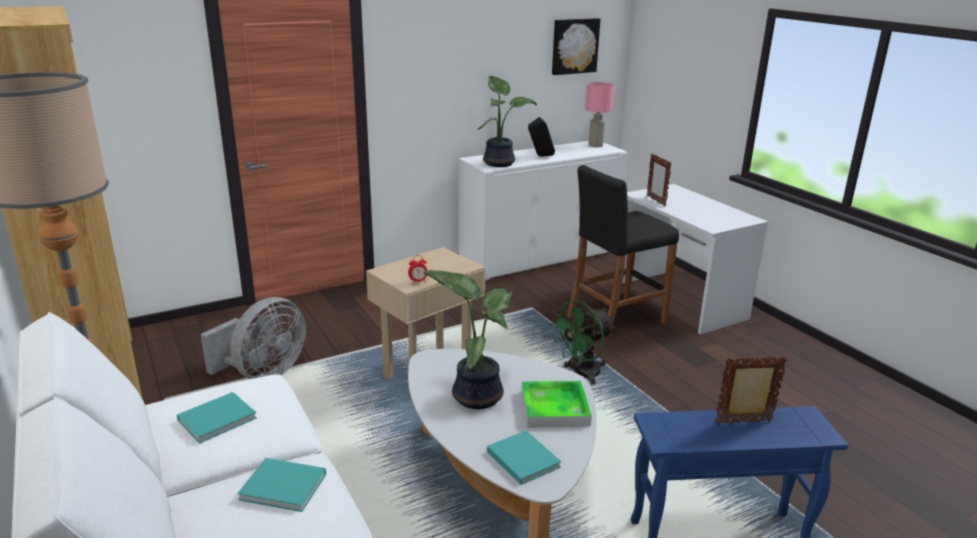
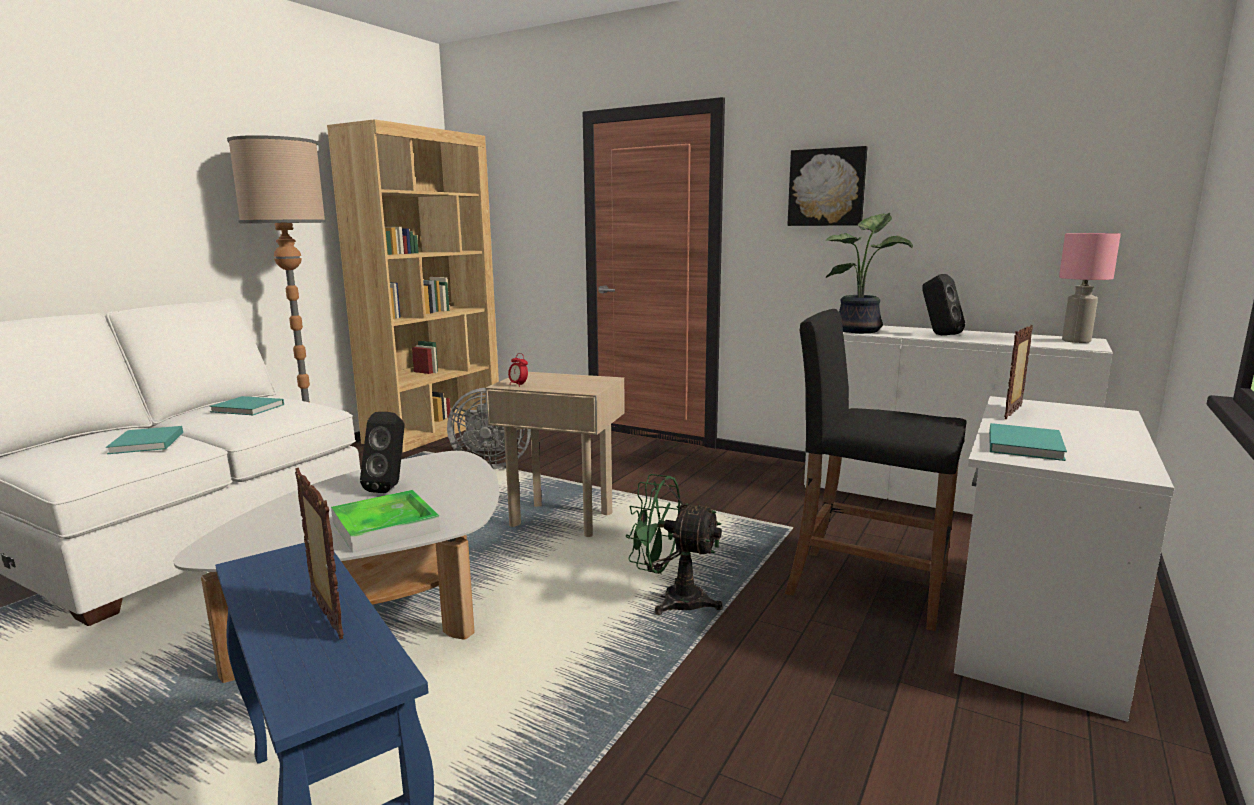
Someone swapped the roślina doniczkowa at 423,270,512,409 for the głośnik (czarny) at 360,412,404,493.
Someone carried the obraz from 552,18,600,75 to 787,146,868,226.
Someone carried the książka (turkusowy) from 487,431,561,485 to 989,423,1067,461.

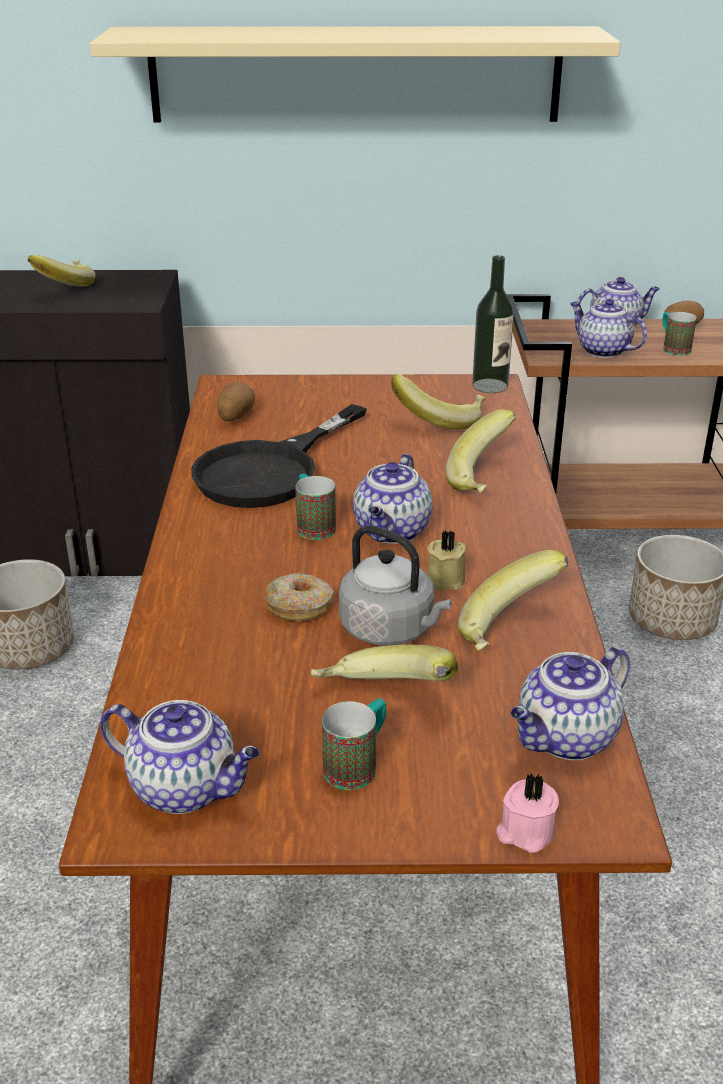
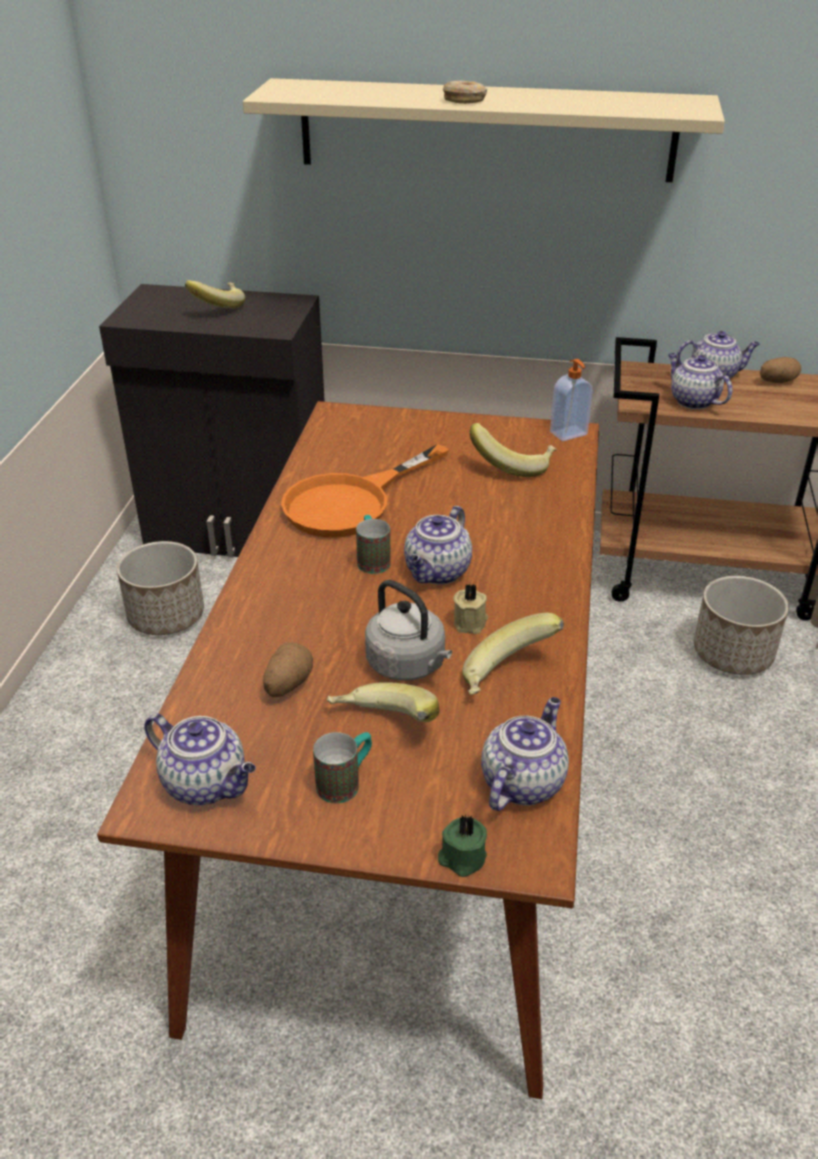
Someone carried the ziemniak from 217,382,255,422 to 263,642,313,697.
Someone repainted the patelnia (czarny) at 191,404,367,508, which became the patelnia (pomarańczowy) at 281,444,449,537.
Someone repainted the świeca (różowy) at 496,773,559,853, which became the świeca (zielony) at 438,814,487,877.
Someone carried the donut from 265,573,334,621 to 443,80,487,104.
Someone rotated the imbryk at 511,646,630,760 by 150 degrees clockwise.
Someone swapped the butelka at 472,255,514,393 for the dozownik mydła at 550,359,593,441.
Someone took away the banan at 445,409,516,493.
Someone took away the kubek at 662,312,697,355.

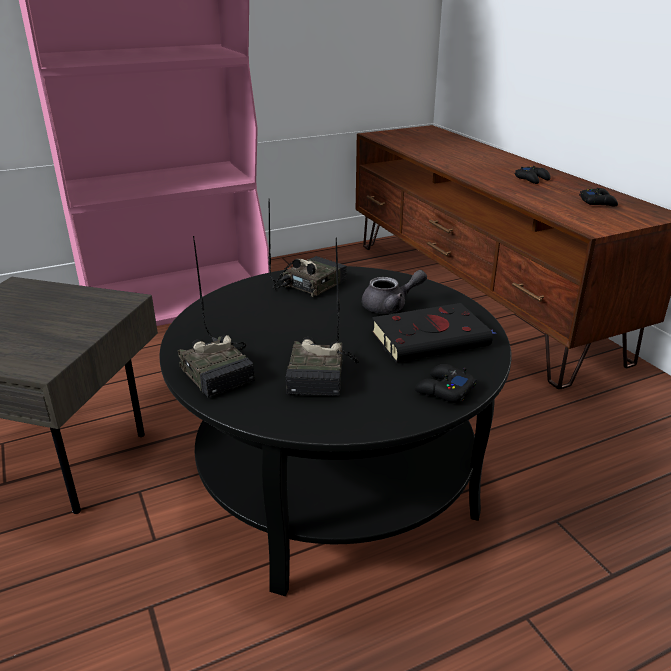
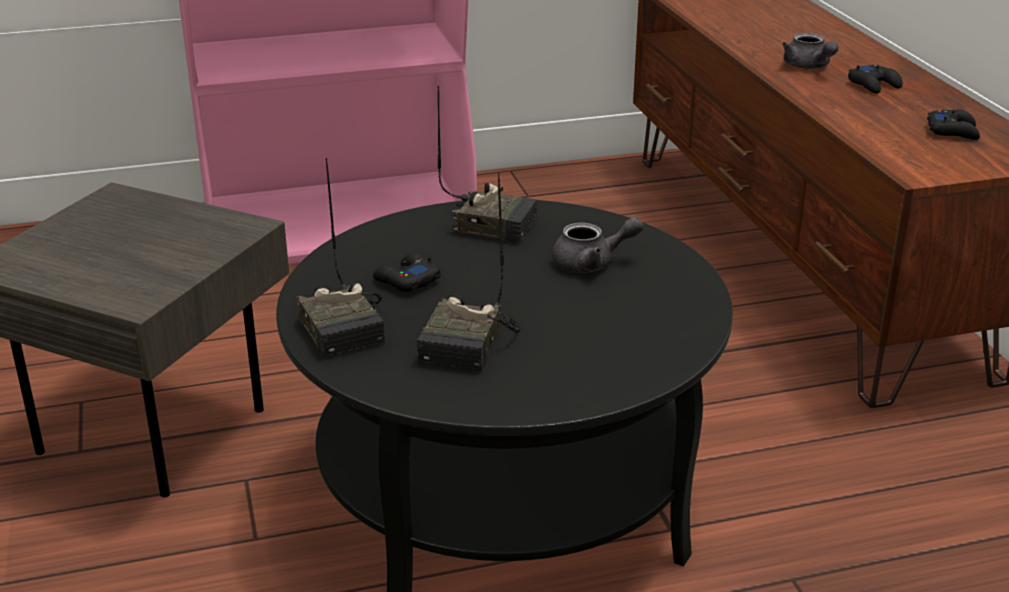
Someone carried the pad do gier (czarny) from 415,364,476,402 to 373,253,441,292.
Someone rotated the radio at 268,201,347,297 by 60 degrees clockwise.
Someone put down the imbryk (szary) at 782,33,838,69.
Someone took away the książka (czarny) at 372,303,495,363.

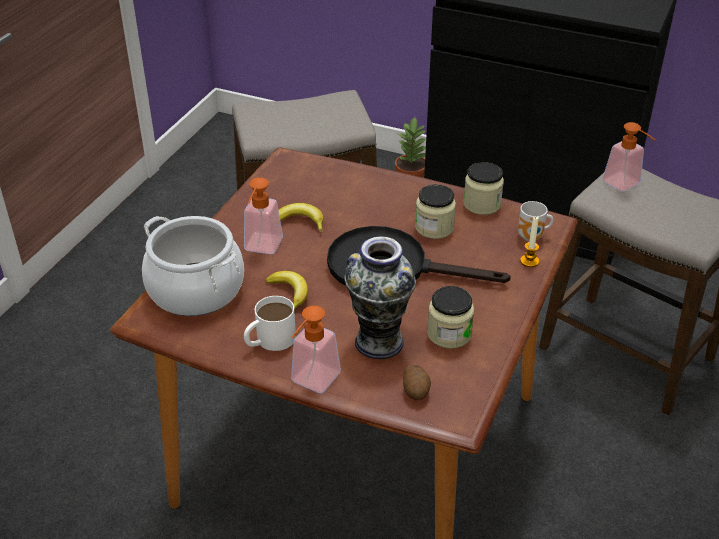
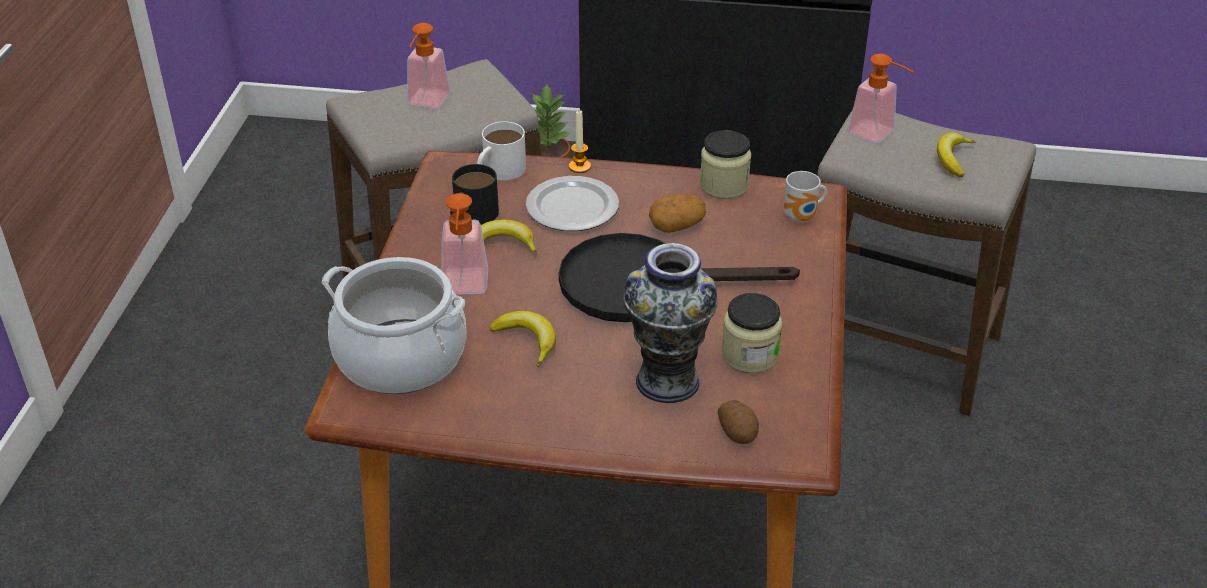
Someone carried the dozownik mydła from 291,306,341,393 to 407,23,450,108.
Someone put down the kubek (czarny) at 450,164,499,225.
Someone carried the kubek (biały) from 244,296,296,351 to 477,121,526,180.
Someone put down the talerz at 526,176,619,231.
Someone carried the świeca from 520,217,539,267 to 569,111,591,173.
Someone swapped the słoik at 415,184,456,239 for the ziemniak at 649,194,706,233.
Someone put down the banan at 937,132,976,177.

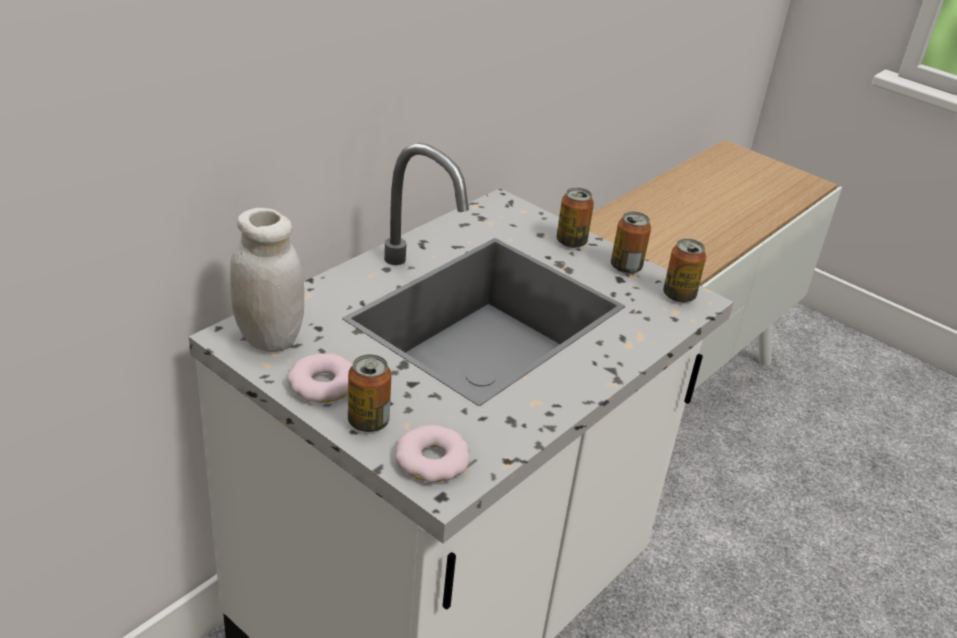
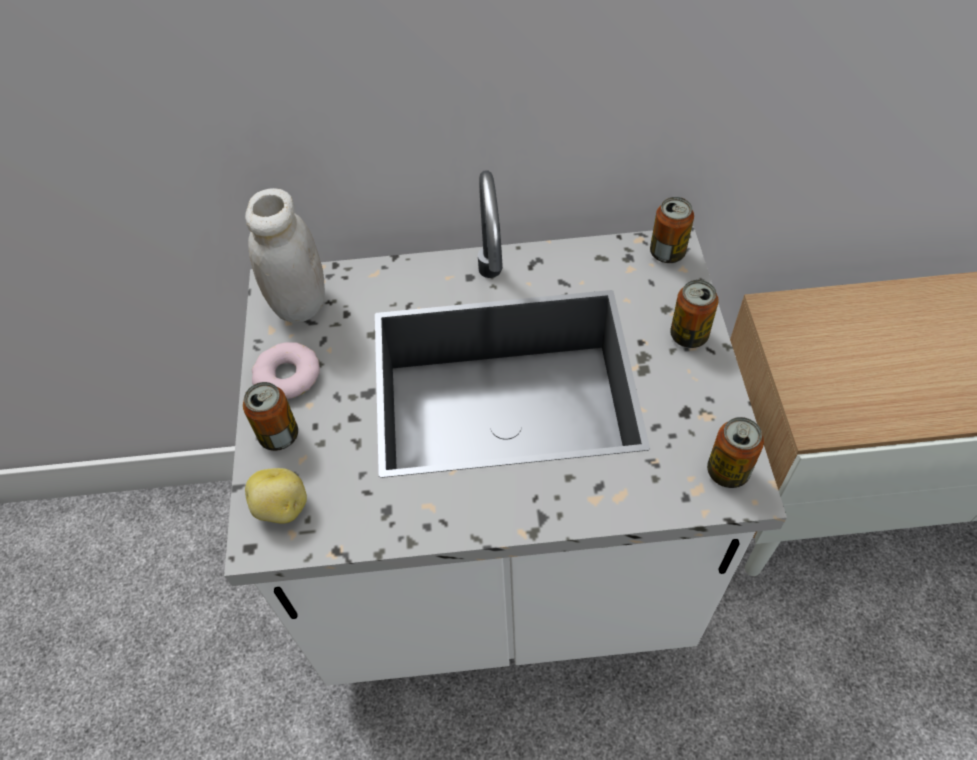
Someone swapped the donut at 395,425,470,482 for the ziemniak at 245,468,307,524.
Someone carried the puszka from 611,212,651,274 to 650,197,694,263.

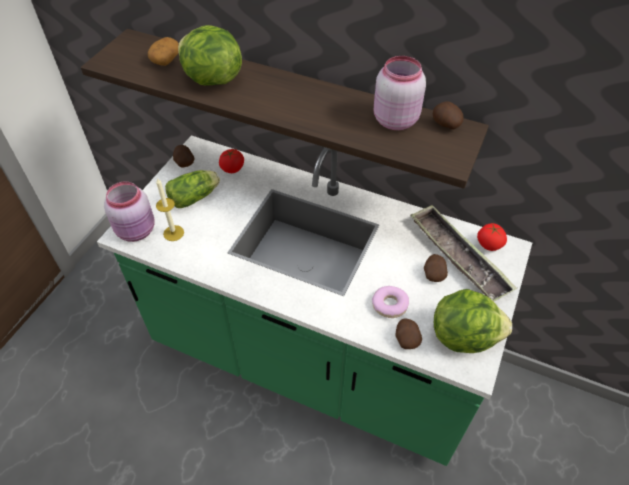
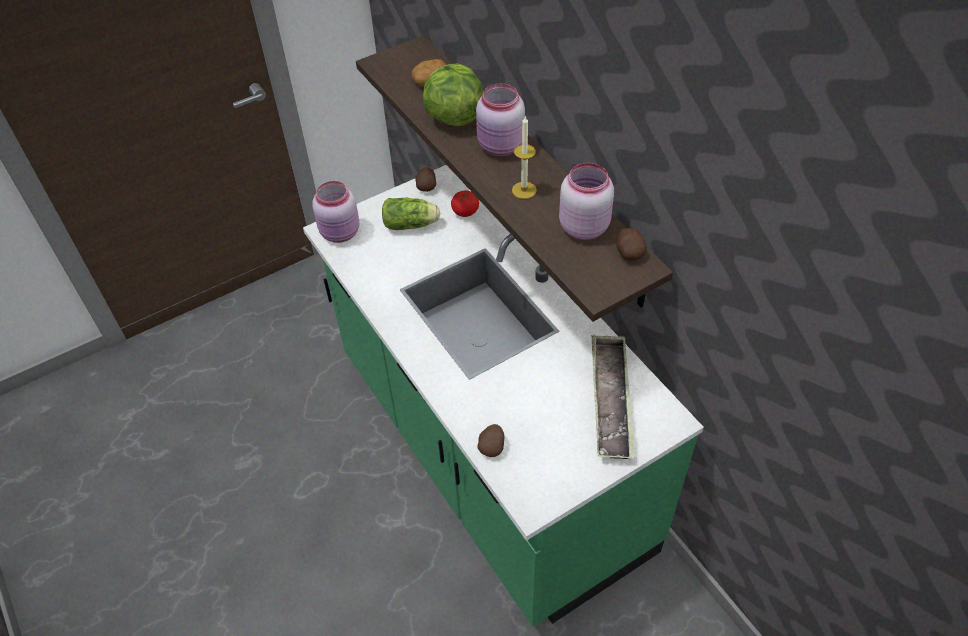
Someone put down the słoik (różowy) at 476,83,525,156.
Someone carried the świeca from 156,178,184,241 to 512,115,537,199.
Someone took away the donut at 372,286,409,318.
Someone took away the ziemniak at 424,254,448,282.
Someone took away the sałata at 434,289,512,353.
Someone took away the pomidor at 477,223,507,251.

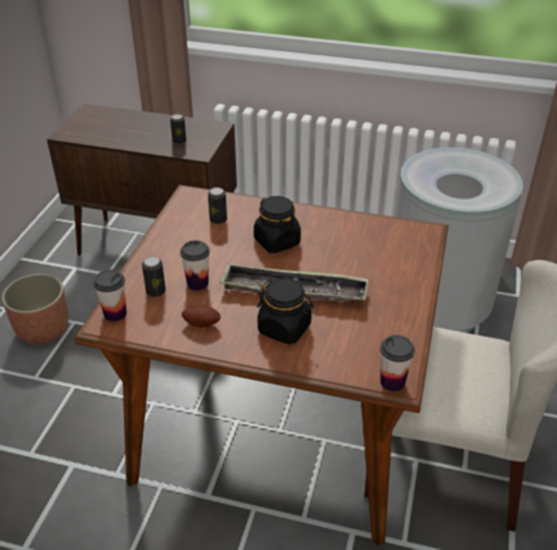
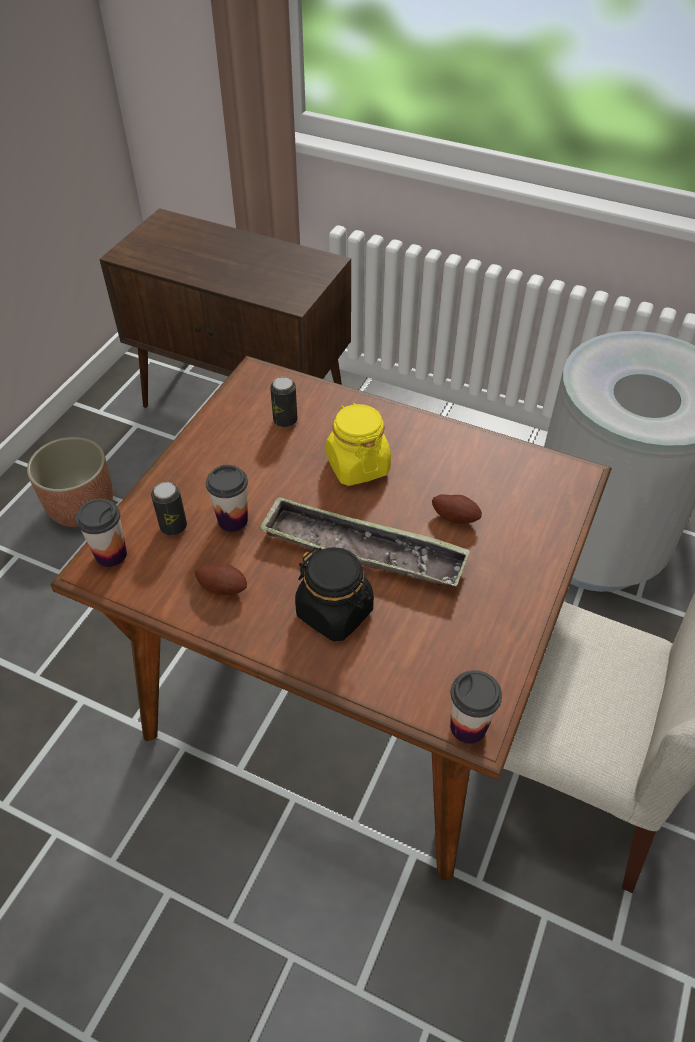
Someone repainted the słoik (czarny) at 254,196,301,253, which became the słoik (żółty) at 326,403,391,486.
Someone put down the ziemniak at 432,494,482,524.
Someone took away the puszka at 170,114,186,144.

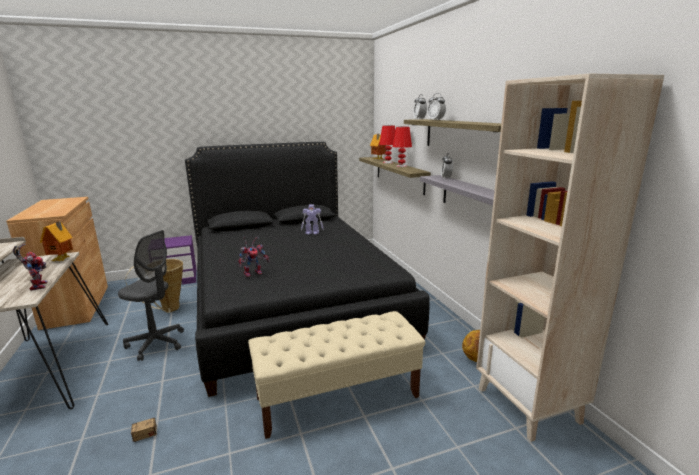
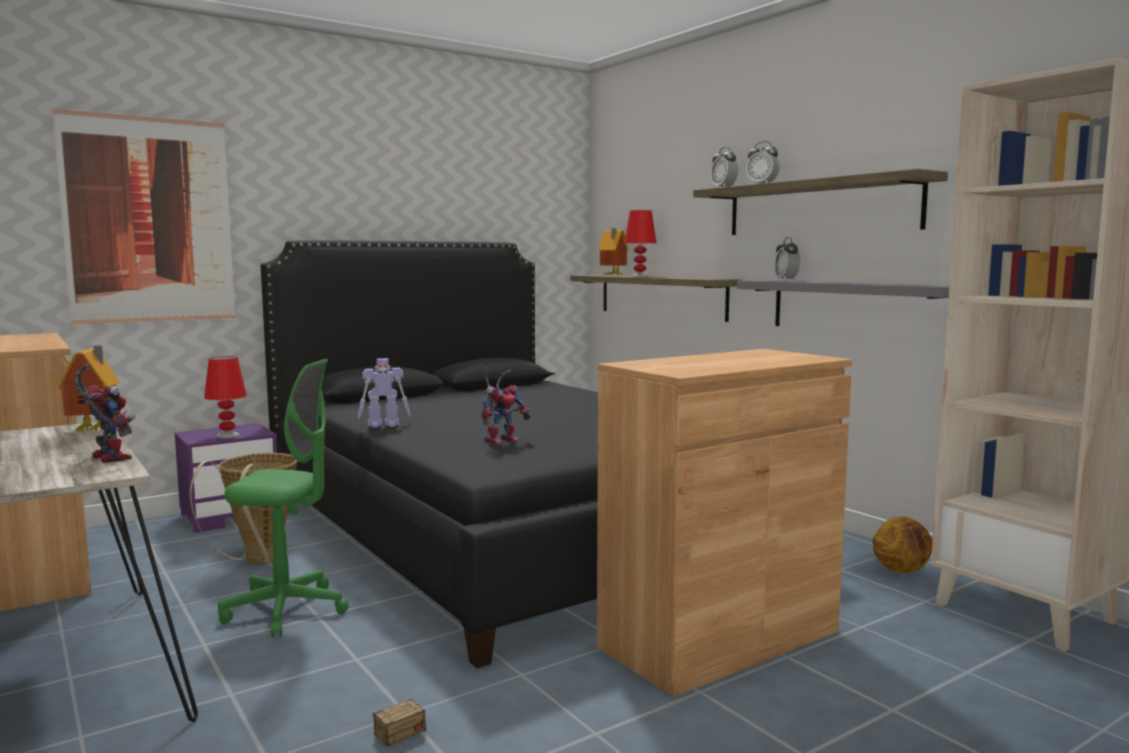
Someone put up the obraz at 52,109,235,324.
Someone carried the lampa stołowa (czerwony) from 393,126,412,167 to 204,356,247,438.
Someone repainted the krzesło biurowe (szary) at 118,230,184,361, which became the krzesło biurowe (zielony) at 218,359,349,637.
Someone carried the robot zabawkowy from 301,204,324,235 to 358,358,411,427.
Someone swapped the ławka (beżowy) at 248,311,425,439 for the szafka (brązowy) at 597,349,852,697.

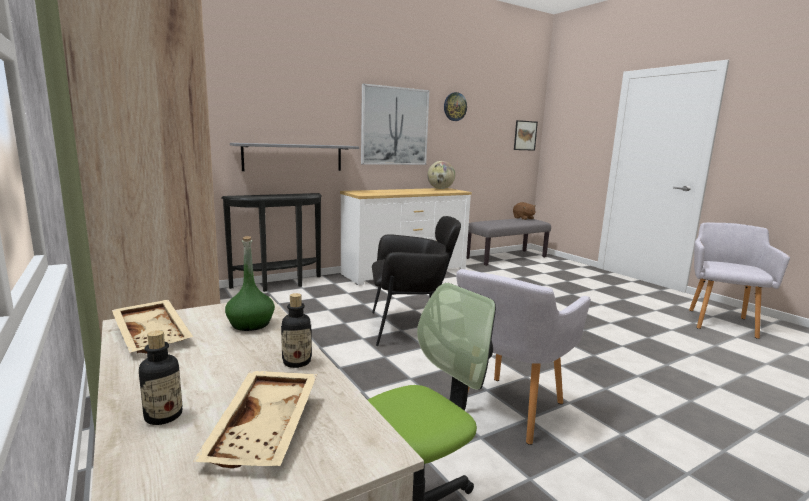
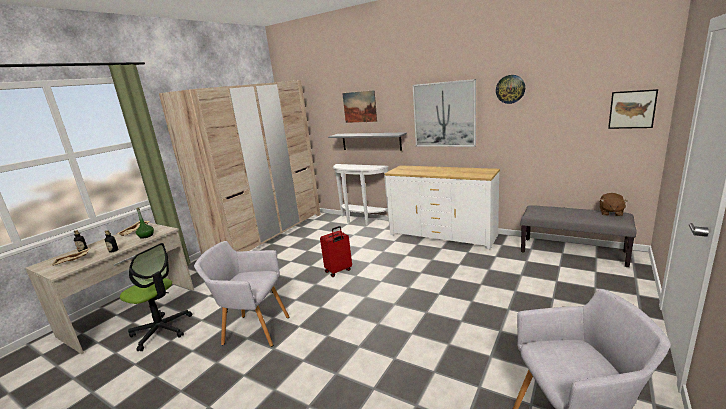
Someone swapped the fotel (czarny) at 372,216,461,346 for the walizka (czerwony) at 320,226,352,277.
Someone repainted the stolik konsolowy (czarny) at 221,193,322,292, which became the stolik konsolowy (biały) at 333,164,389,226.
Someone put up the obraz at 342,90,377,123.
Someone took away the globus at 427,161,455,189.

